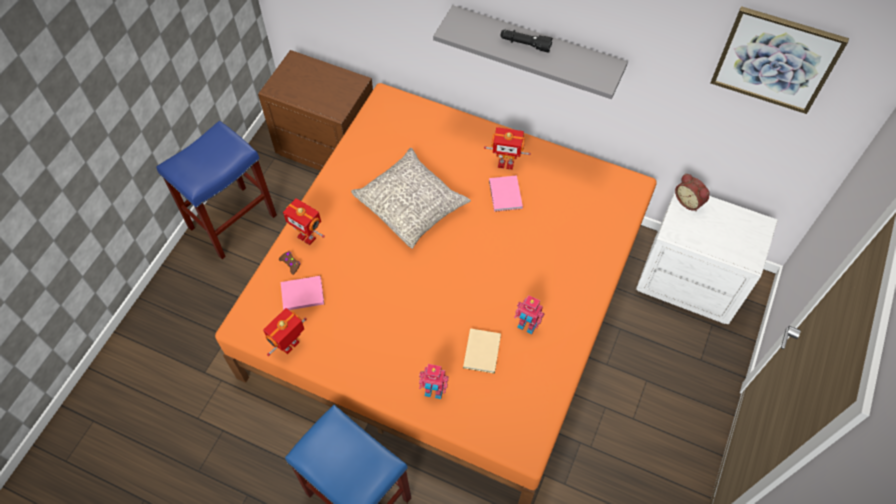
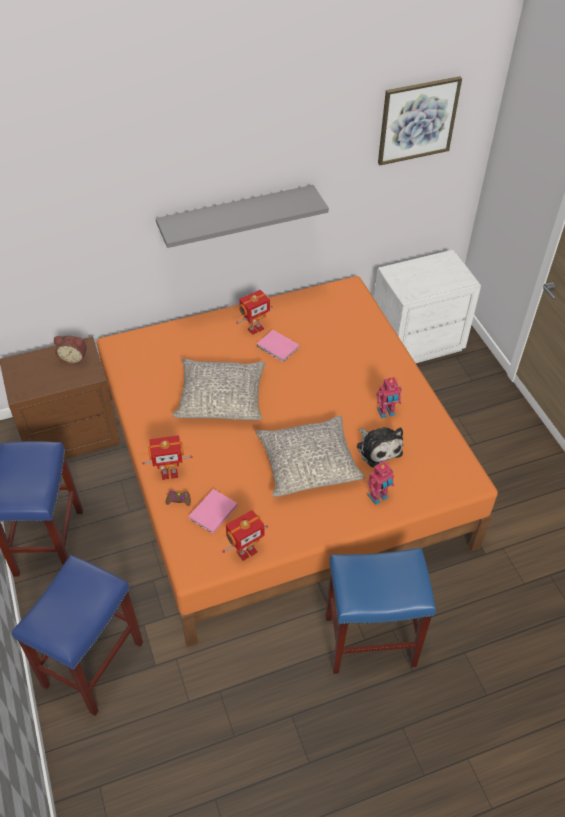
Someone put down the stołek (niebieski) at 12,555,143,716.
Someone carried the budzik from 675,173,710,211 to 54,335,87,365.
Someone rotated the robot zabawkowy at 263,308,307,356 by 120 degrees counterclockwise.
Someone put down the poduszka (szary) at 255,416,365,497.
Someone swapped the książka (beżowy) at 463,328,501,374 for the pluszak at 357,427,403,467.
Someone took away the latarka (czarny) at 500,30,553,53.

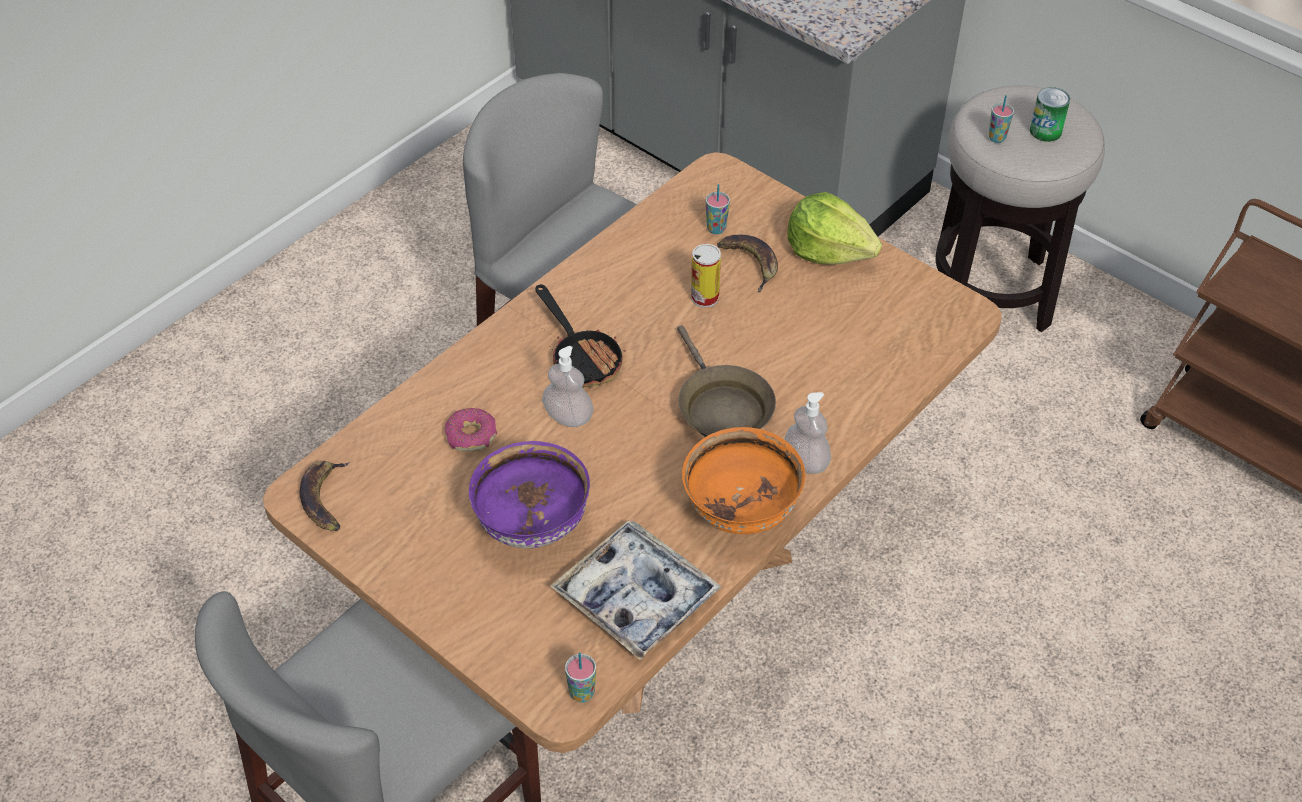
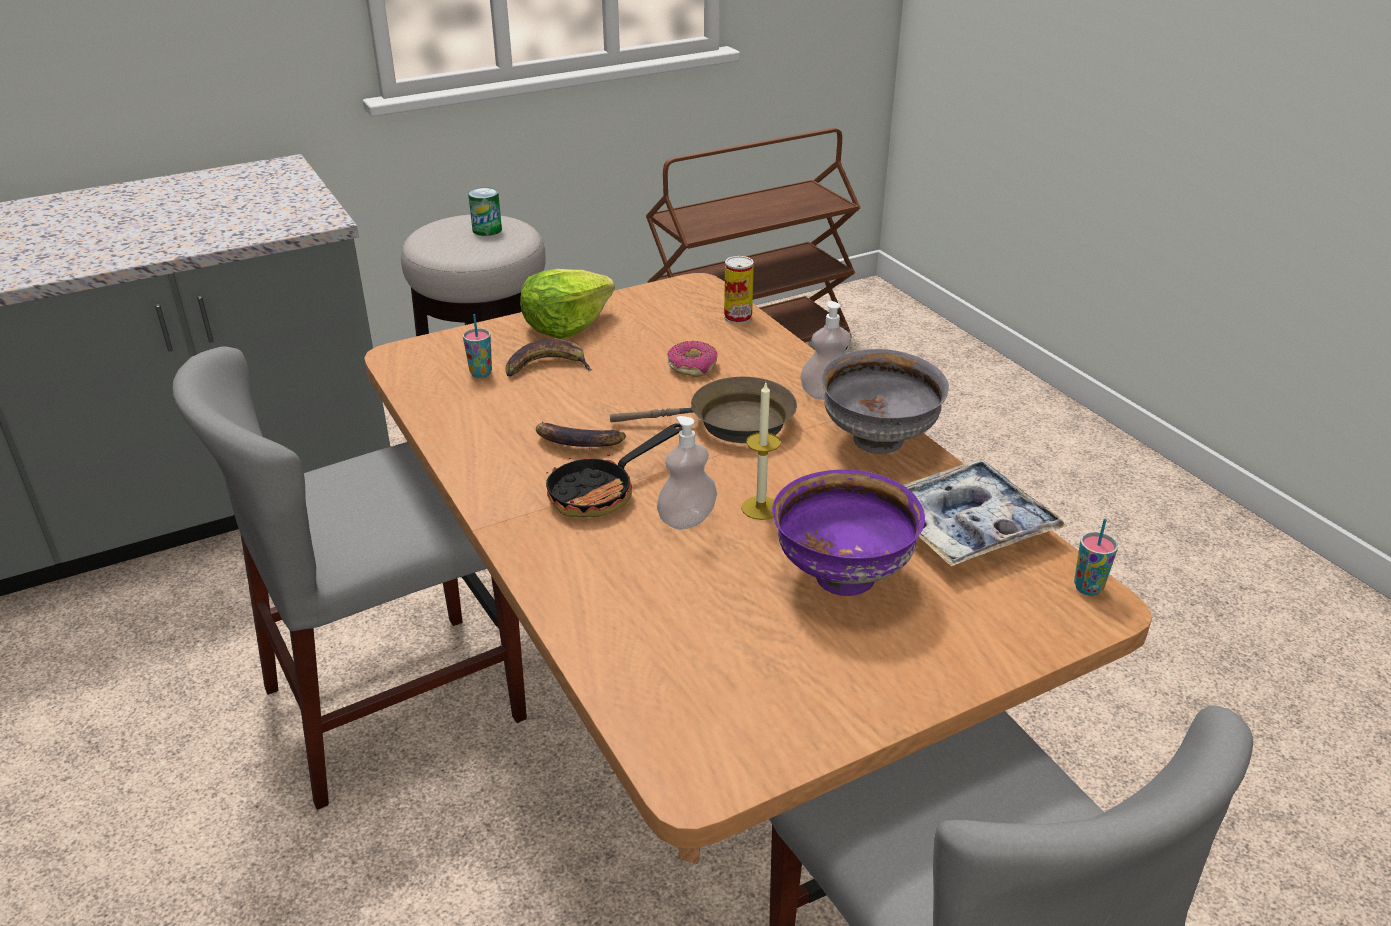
Someone carried the banan from 300,461,349,531 to 536,422,626,447.
Someone rotated the patelnia at 535,284,626,387 by 150 degrees clockwise.
Someone carried the donut from 445,408,497,452 to 667,341,718,377.
Someone carried the puszka from 691,244,721,308 to 724,256,754,324.
Someone put down the świeca at 741,383,781,520.
Someone repainted the miska (pomarańczowy) at 682,427,805,534, which became the miska (szary) at 822,349,949,454.
Someone took away the filiżanka at 988,95,1014,143.

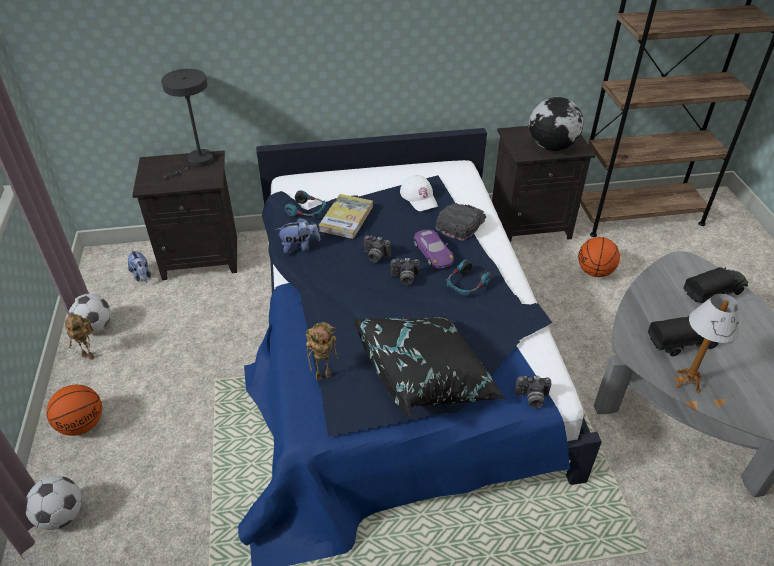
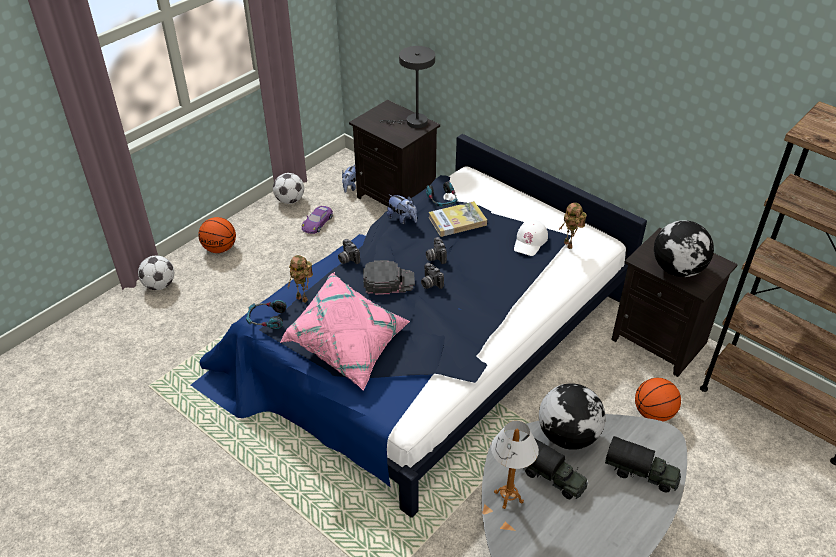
Someone carried the słuchawki from 446,259,491,295 to 246,300,287,329.
Someone repainted the poduszka (czarny) at 353,316,506,416, which became the poduszka (różowy) at 280,272,410,391.
Someone carried the samochodzik (fioletowy) from 414,229,454,268 to 302,206,333,234.
Someone carried the aparat fotograficzny from 514,376,551,408 to 338,239,360,264.
Someone carried the czapka z daszkiem (czarny) from 436,203,486,241 to 363,260,415,295.
Someone put down the globus at 539,384,606,450.
Someone carried the robot zabawkowy from 65,314,94,360 to 560,203,587,249.

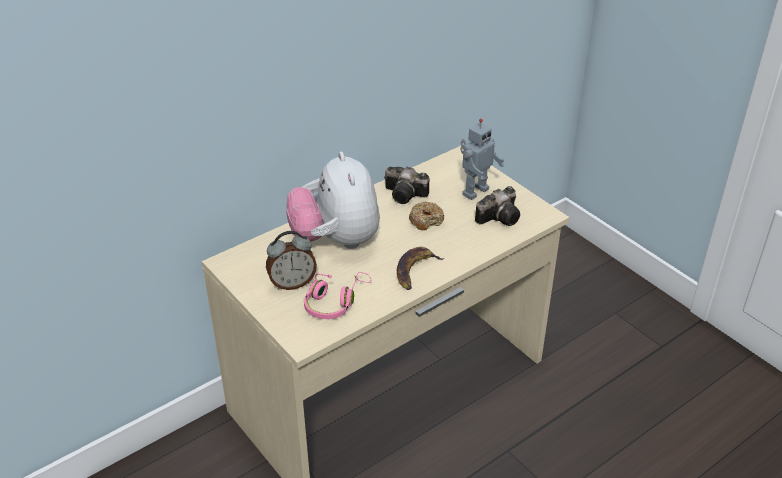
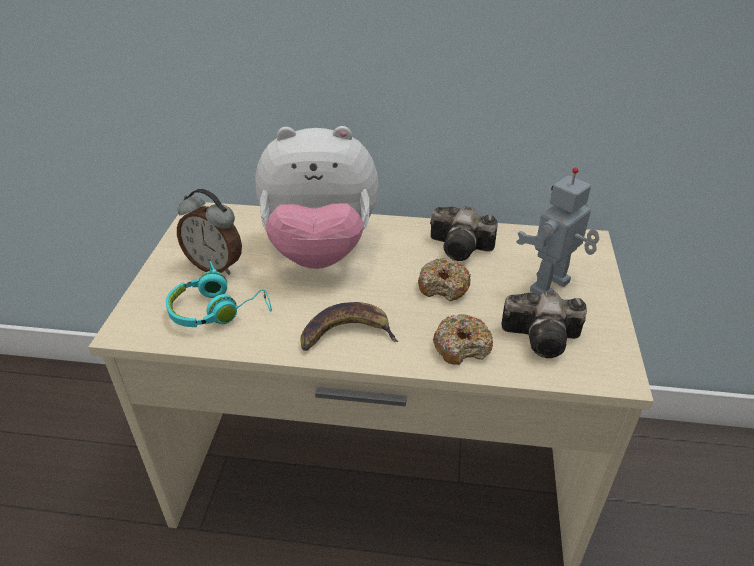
Someone repainted the słuchawki (różowy) at 304,272,371,319, which became the słuchawki (turkusowy) at 166,261,272,327.
Someone rotated the pluszak at 286,152,380,249 by 120 degrees counterclockwise.
Someone rotated the aparat fotograficzny at 384,166,429,204 by 45 degrees counterclockwise.
Someone put down the donut at 433,314,493,365.
Someone rotated the robot zabawkowy at 460,119,505,200 by 135 degrees clockwise.

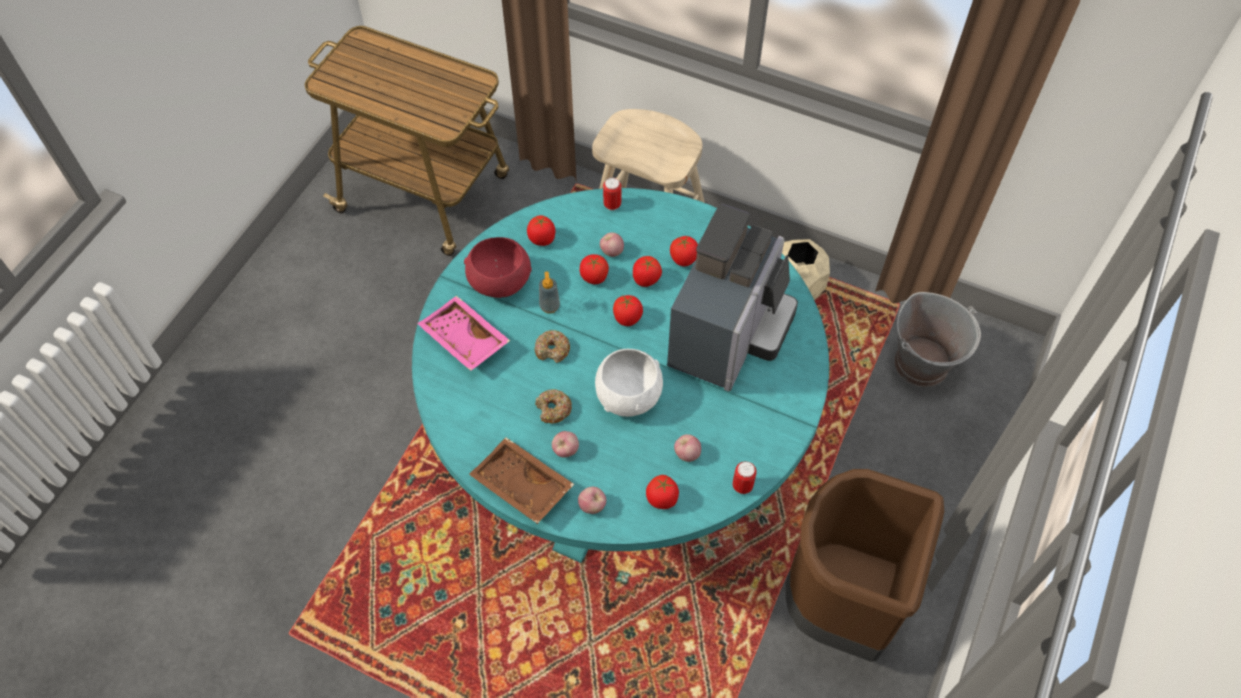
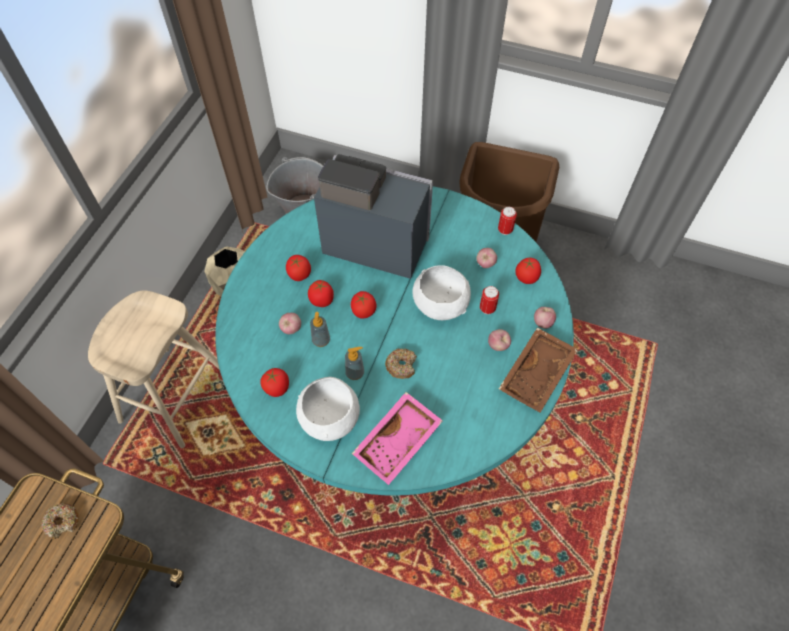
Someone carried the donut from 535,389,572,424 to 41,503,79,540.
Someone repainted the miska (czerwony) at 464,237,532,298, which became the miska (biały) at 296,377,360,441.
Someone swapped the pomidor at 580,254,609,284 for the dozownik mydła at 310,312,330,347.
Someone carried the puszka from 603,178,621,211 to 480,286,499,314.

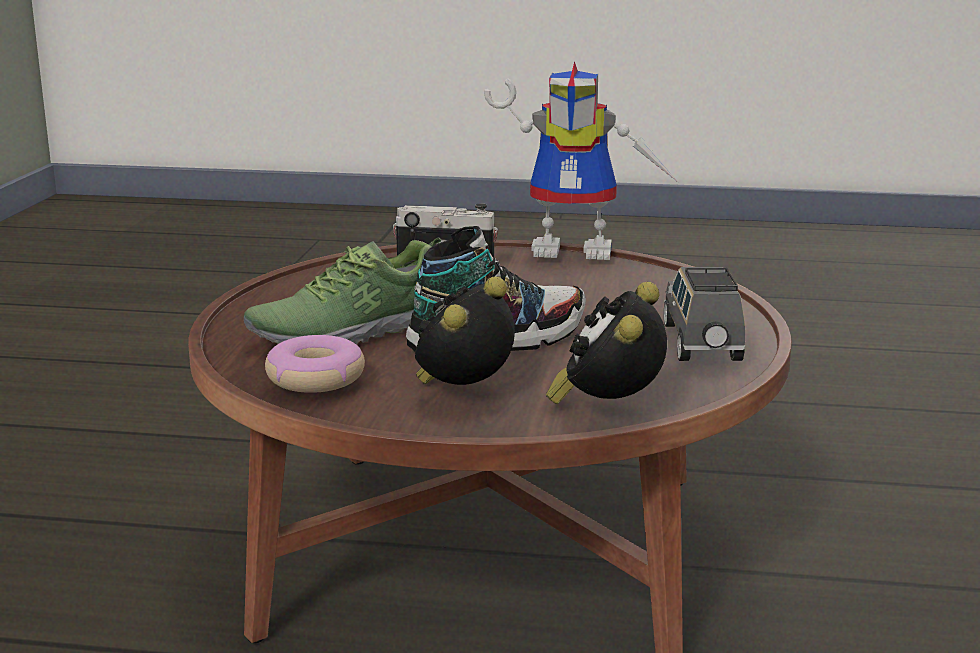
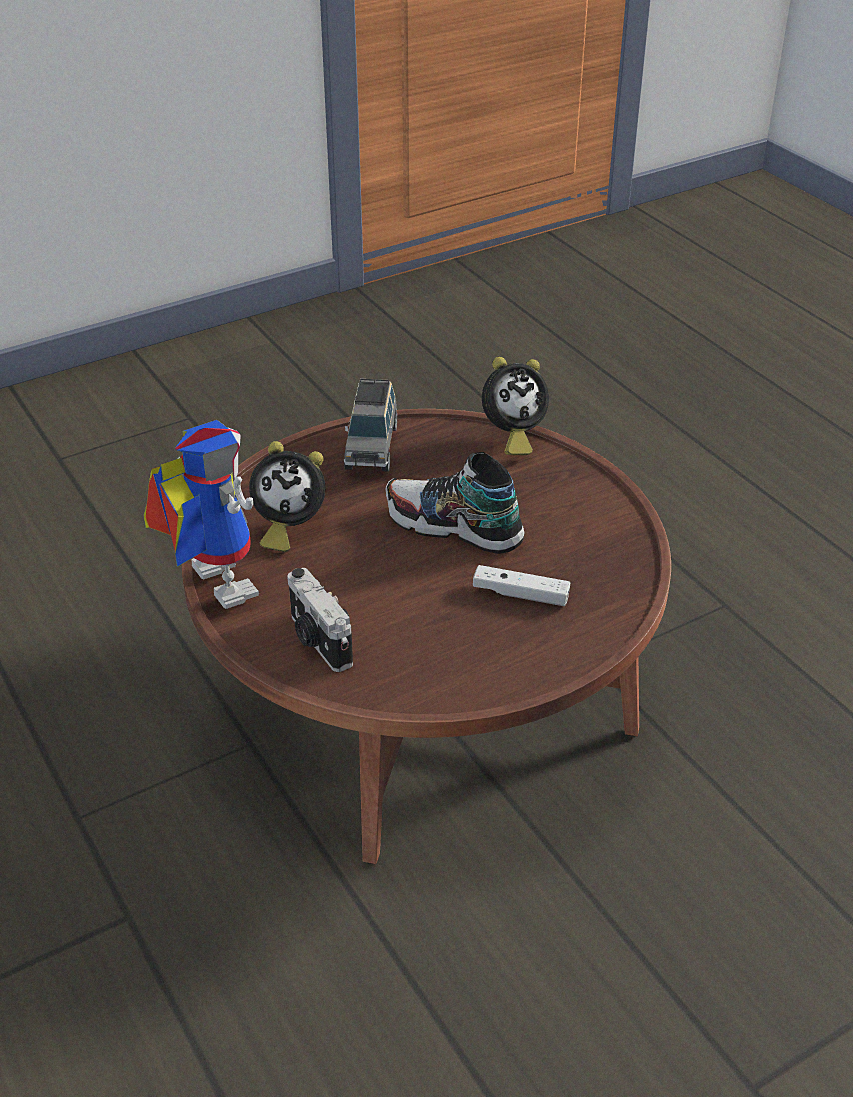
Someone carried the budzik from 415,277,515,385 to 249,441,325,552.
Someone rotated the samochodzik (szary) at 664,267,745,361 by 45 degrees counterclockwise.
Someone swapped the but at 244,237,441,345 for the pad do gier (biały) at 473,565,570,606.
Someone took away the donut at 265,335,365,393.

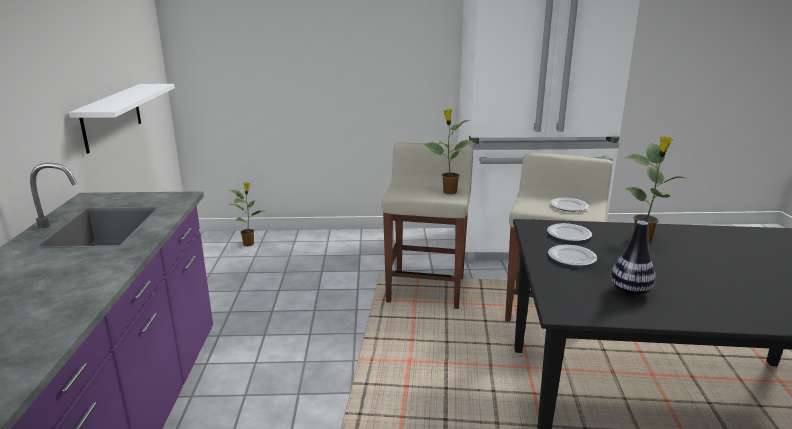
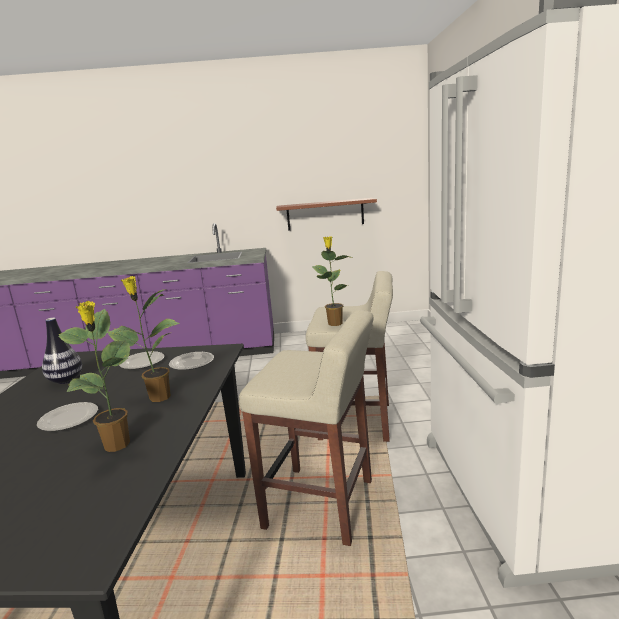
Someone carried the talerz from 549,197,588,212 to 37,402,98,431.
Someone carried the roślina doniczkowa from 228,182,267,246 to 59,301,130,452.
Someone repainted the półka (biały) at 69,84,175,154, which became the półka (brązowy) at 276,198,377,230.

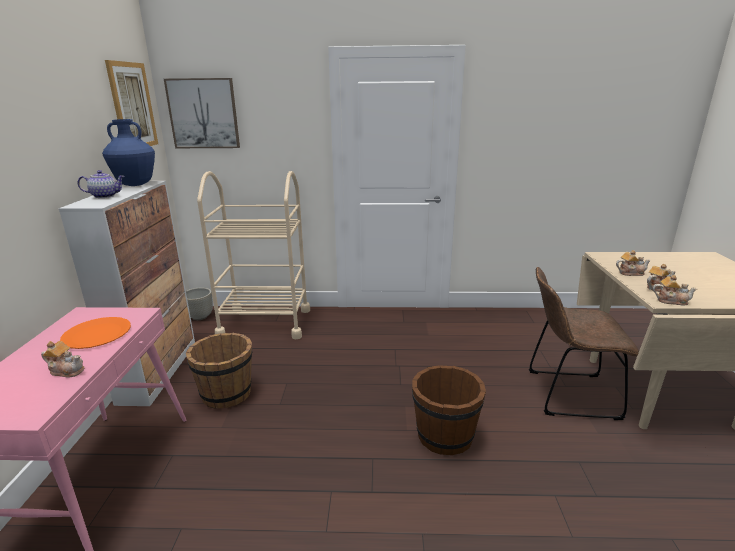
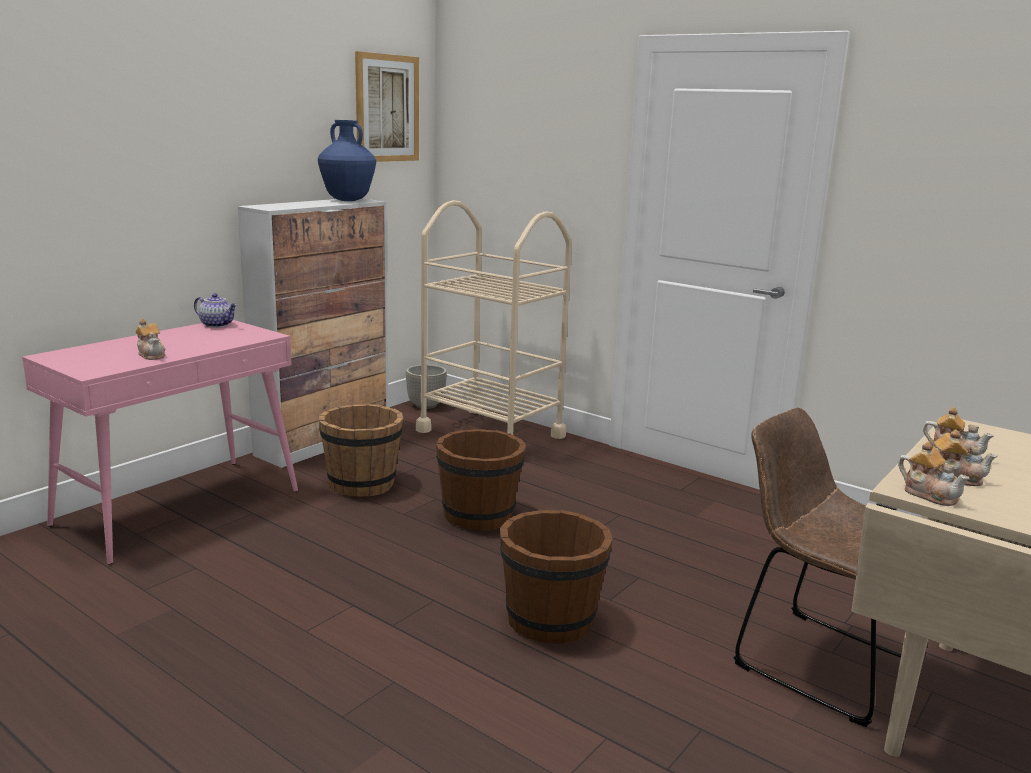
Someone carried the imbryk from 78,170,125,198 to 194,293,237,328.
Someone put down the wiadro (brązowy) at 436,429,526,531.
Someone took away the talerz (pomarańczowy) at 60,317,131,349.
Someone took away the obraz at 164,78,240,148.

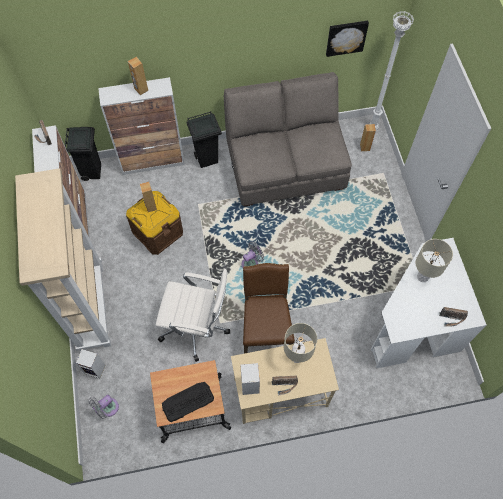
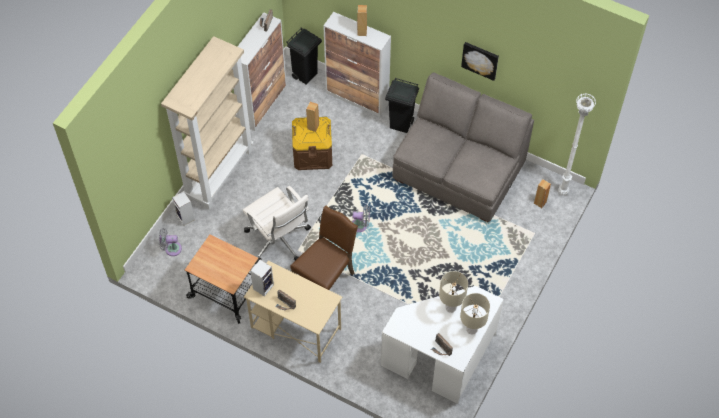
Someone carried the lampa stołowa (beżowy) from 284,323,317,363 to 460,293,490,335.
Someone carried the obraz from 326,21,369,57 to 461,42,499,81.
Someone took away the klawiatura at 162,382,214,422.

